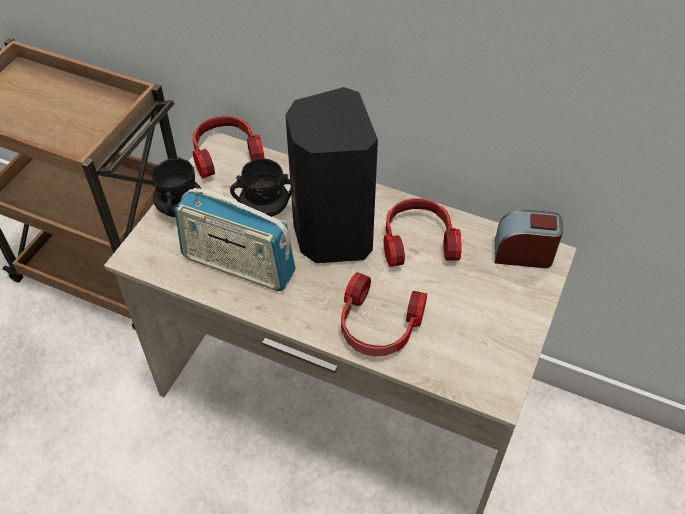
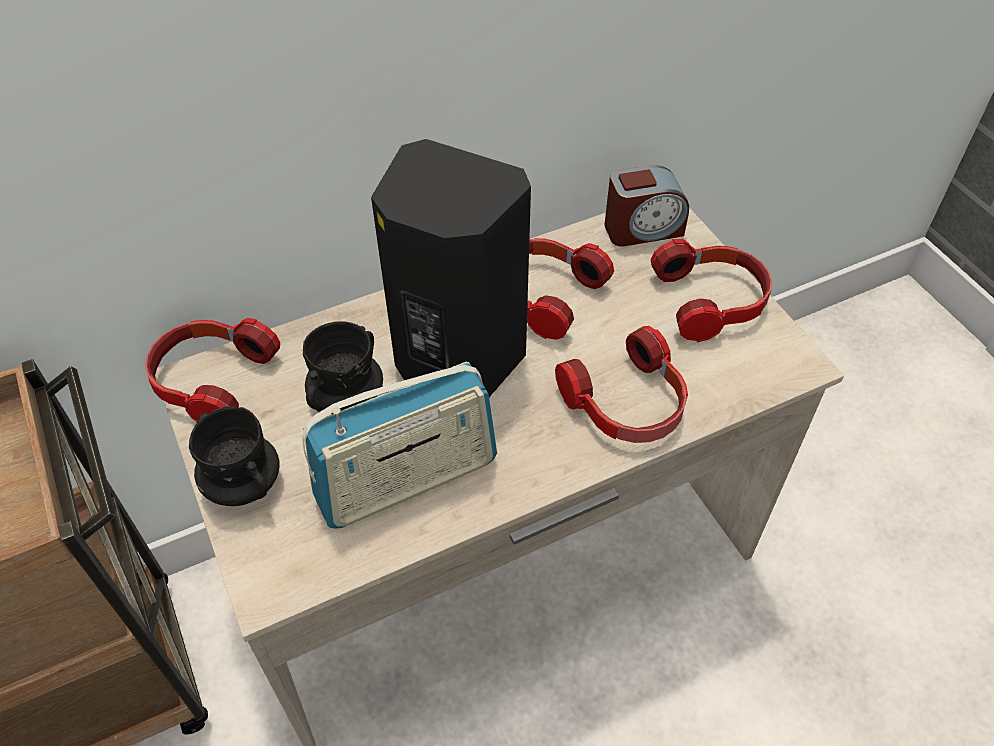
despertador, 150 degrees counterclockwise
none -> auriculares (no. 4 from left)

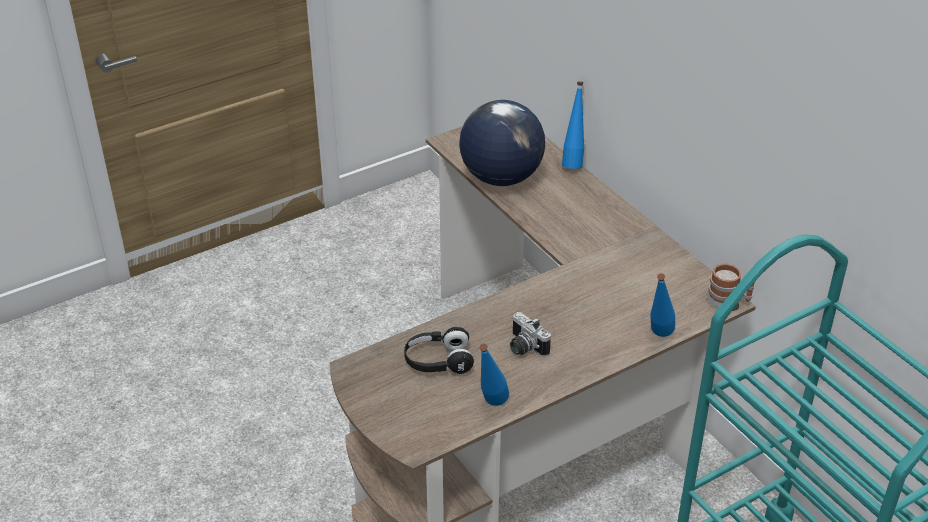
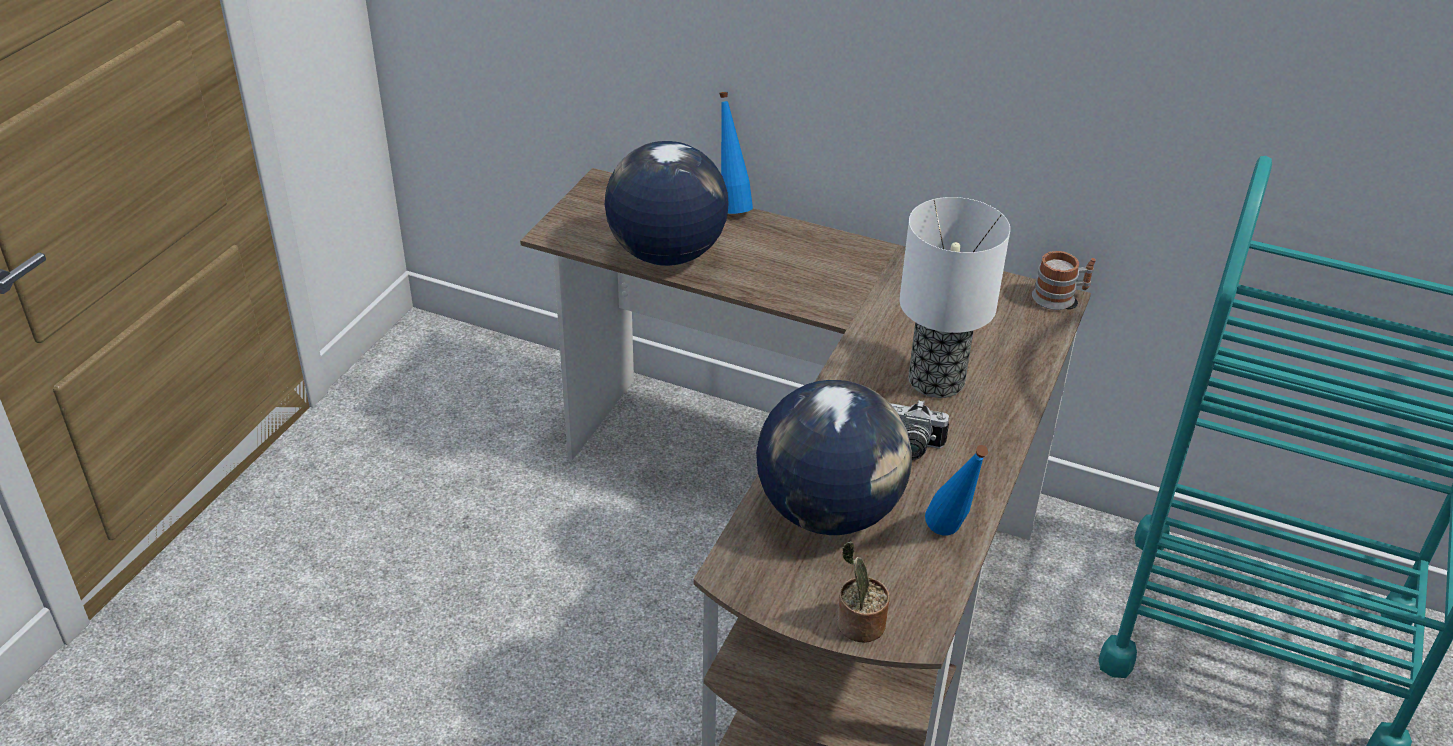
auriculares/negro -> globo terráqueo (no. 2 from left)
none -> planta en maceta
none -> lámpara de mesa
botella/azul (no. 3 from left) -> none

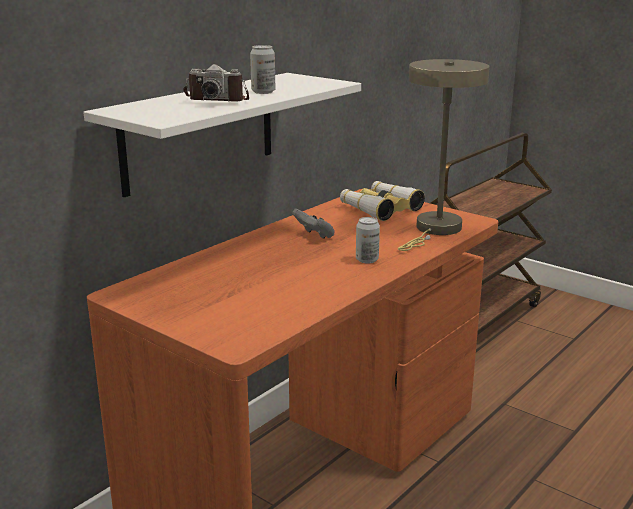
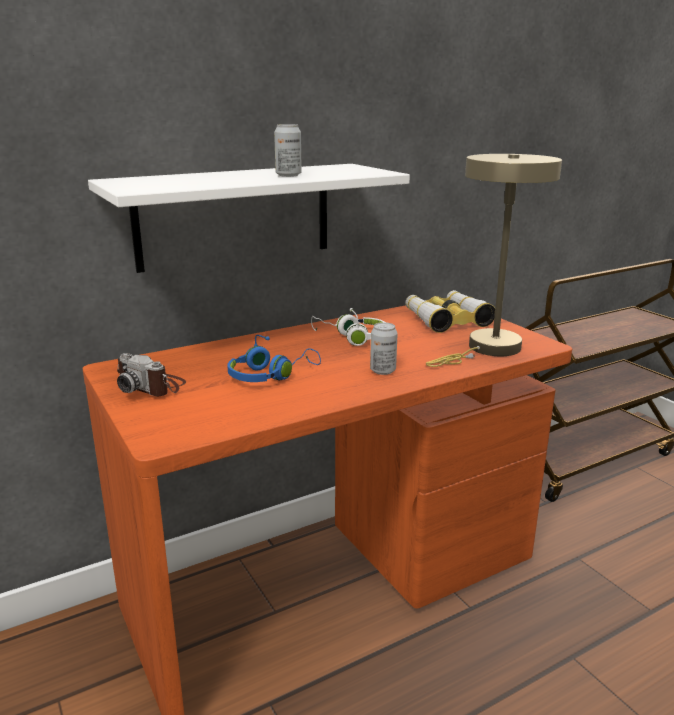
cámara, shifted
none -> auriculares/azul
mando de consola/gris -> auriculares/blanco

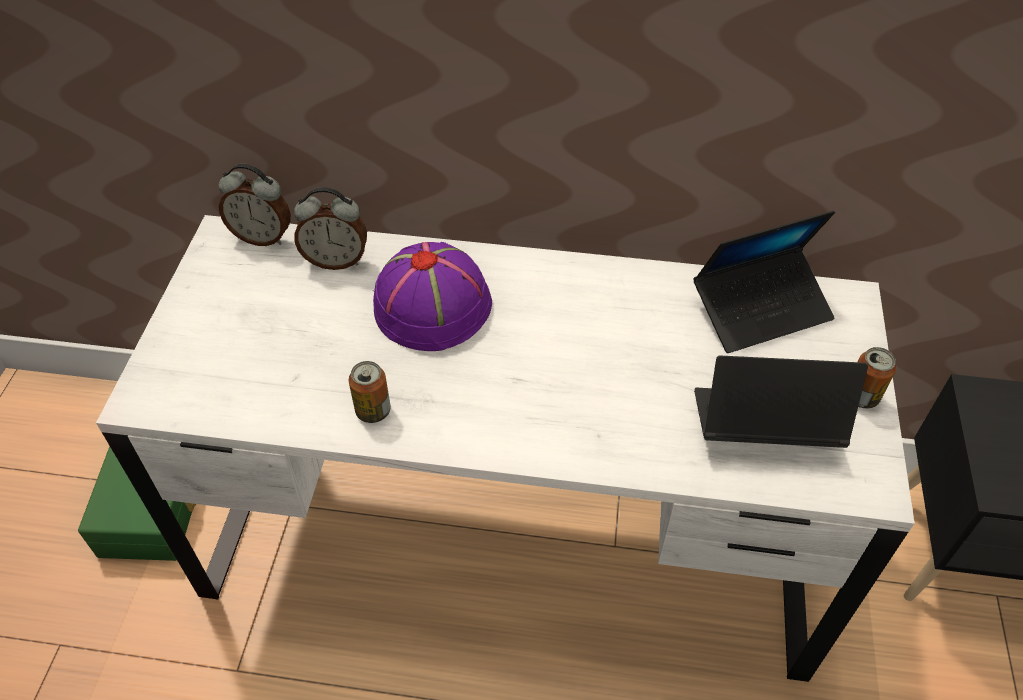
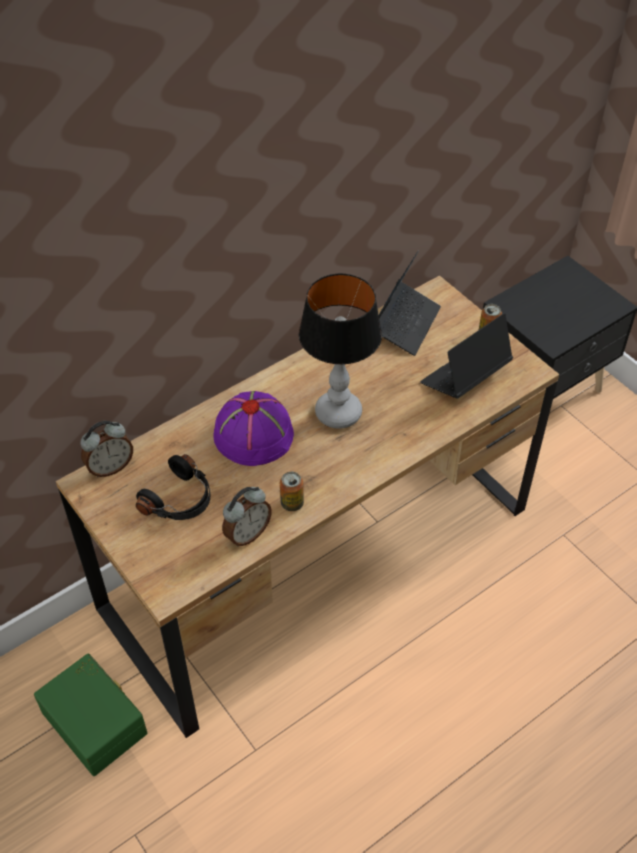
escritorio/blanco -> escritorio/marrón
none -> auriculares/negro
despertador (no. 2 from left), shifted
none -> lámpara de mesa

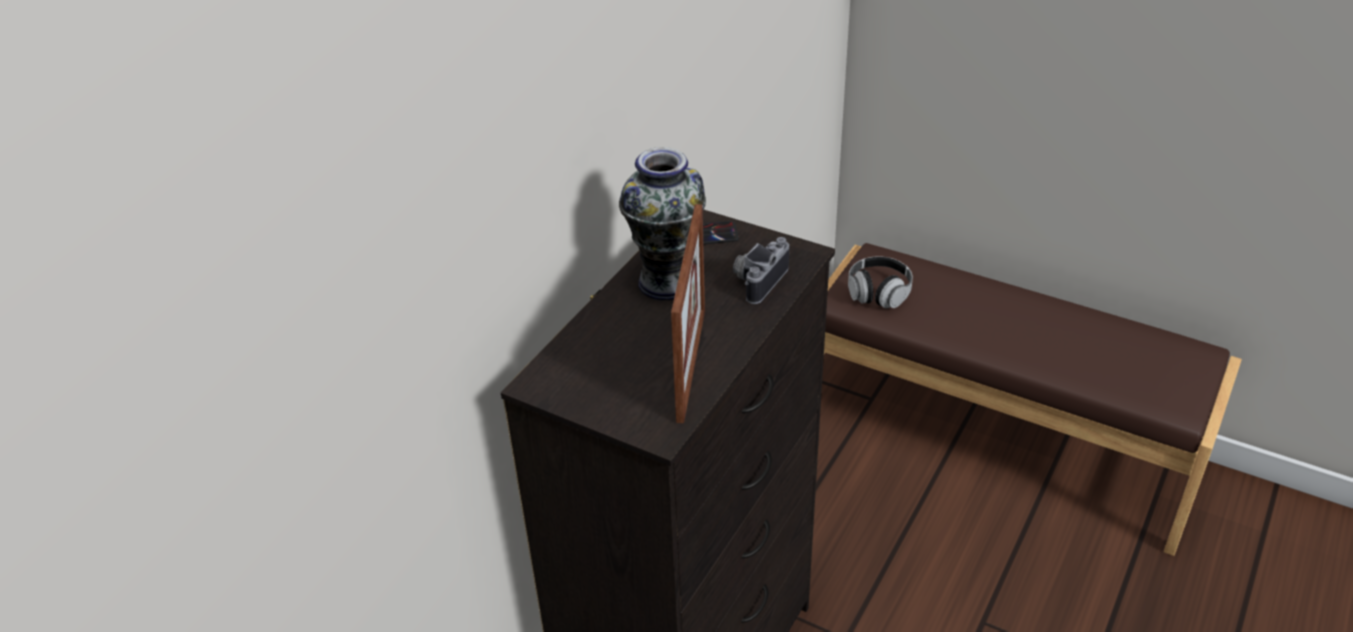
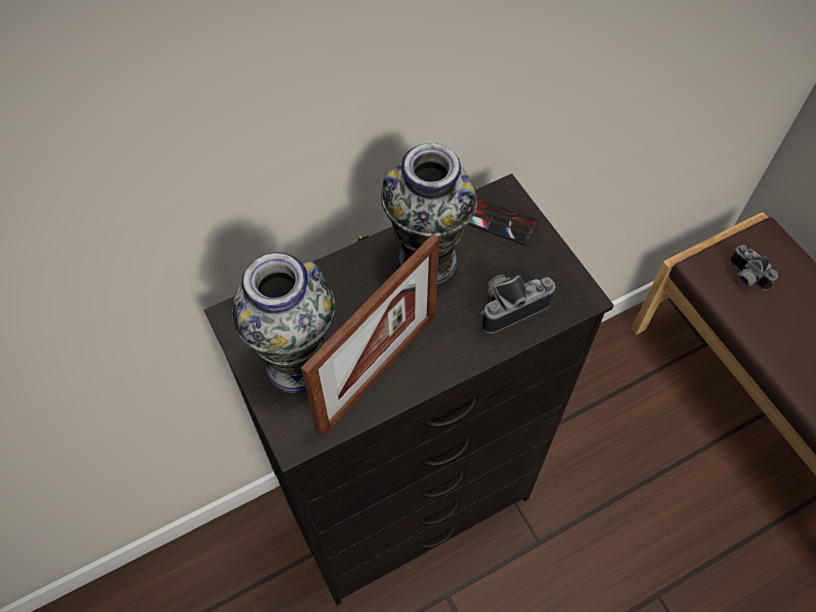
none -> florero (no. 1 from left)
auriculares -> cámara (no. 2 from left)

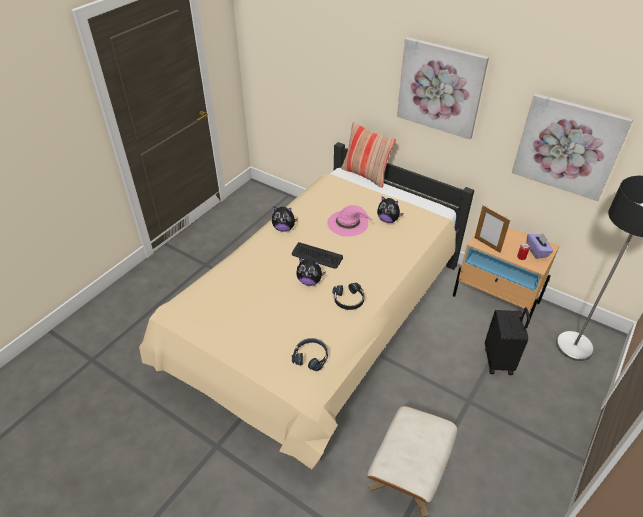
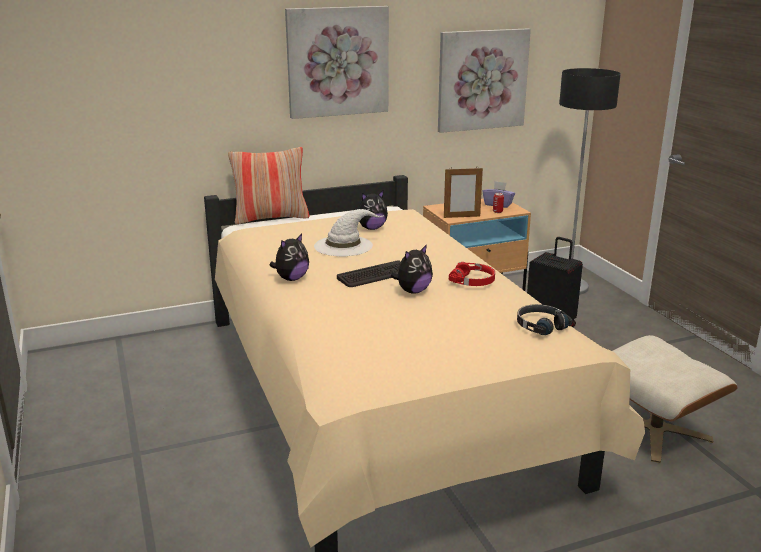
sombrero/rosa -> sombrero/blanco
auriculares/negro (no. 2 from left) -> auriculares/rojo

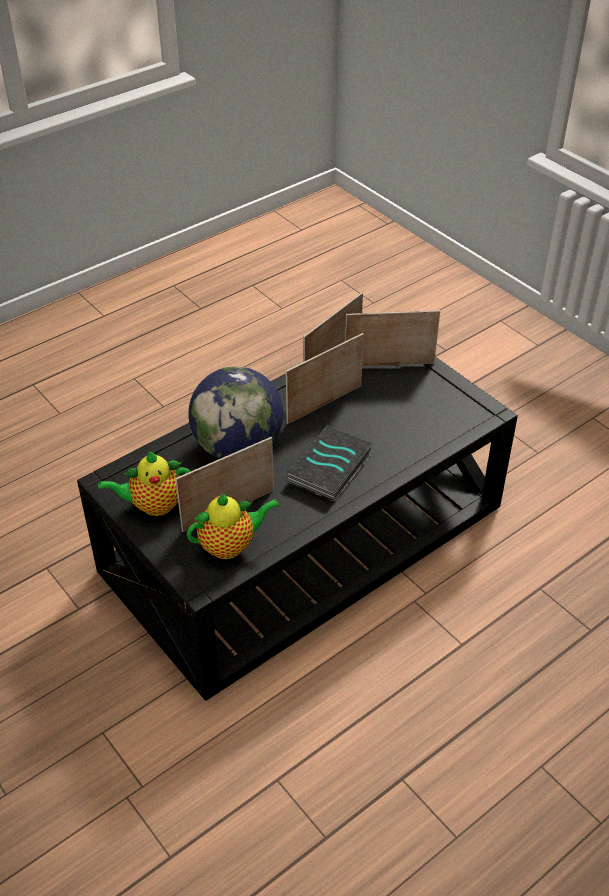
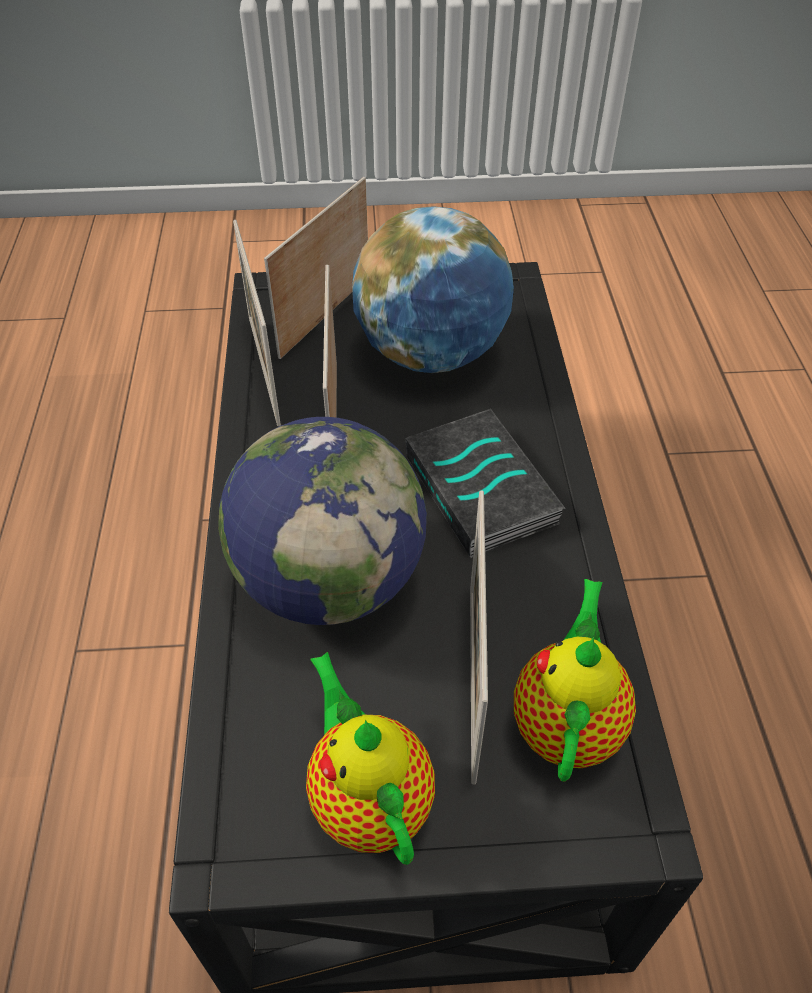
tetera (no. 1 from left), 135 degrees clockwise
none -> globo terráqueo (no. 2 from left)

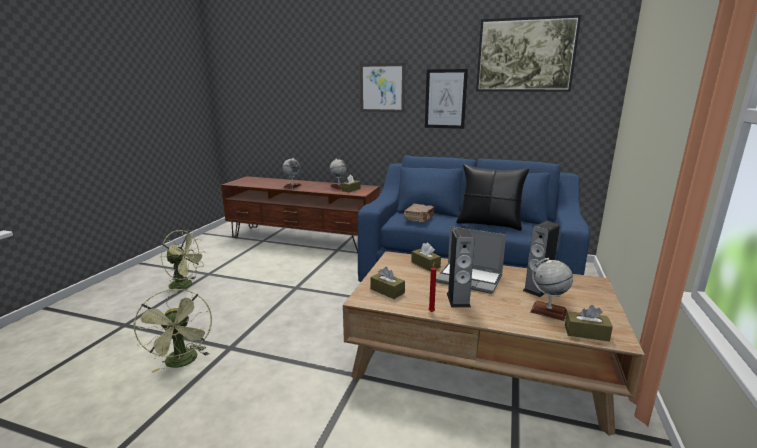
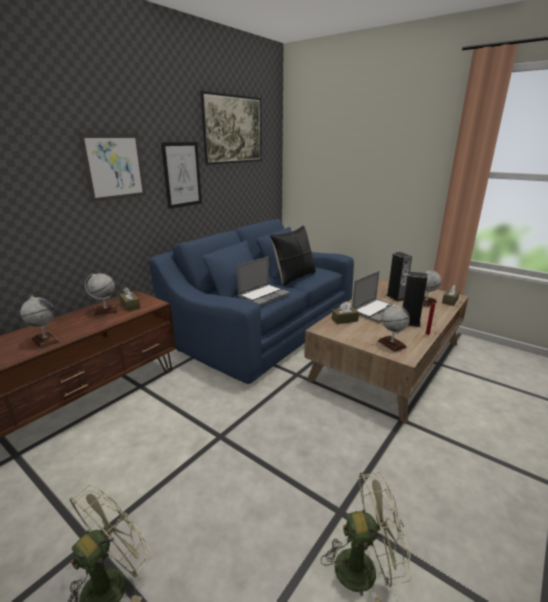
libro/marrón -> portátil (no. 1 from left)
caja de pañuelos/marrón (no. 2 from left) -> globo terráqueo (no. 3 from left)

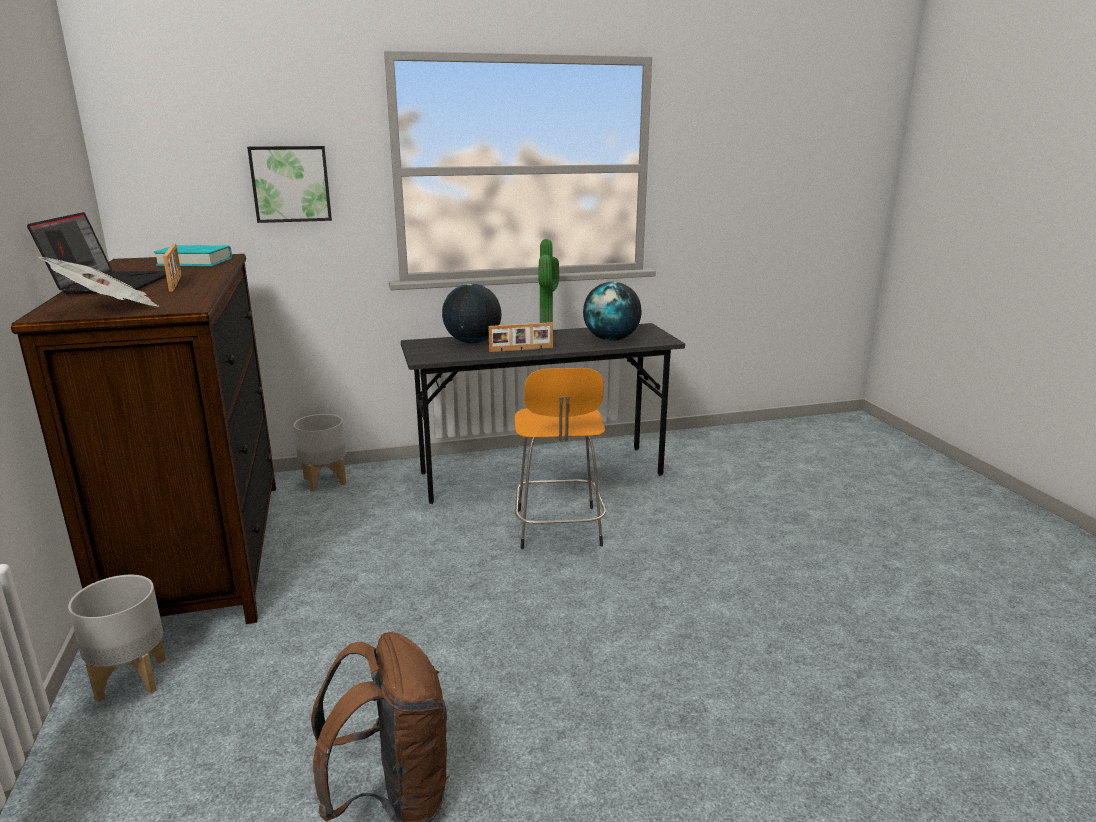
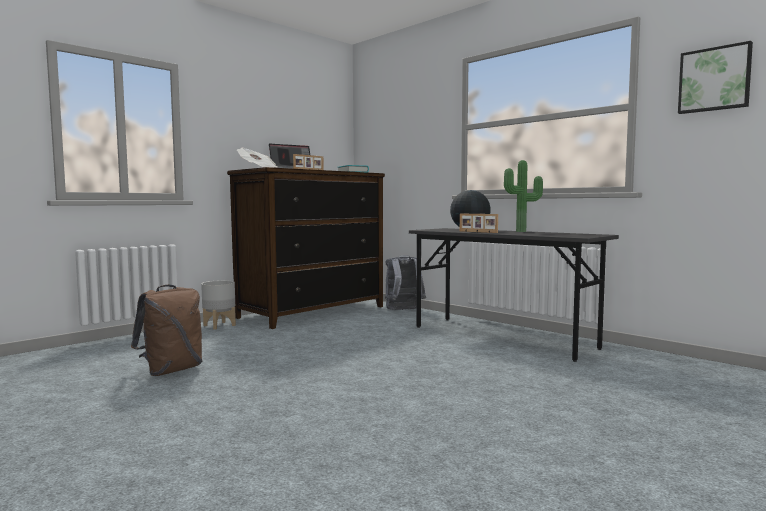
maceta/gris (no. 2 from left) -> mochila/gris
cuadro, shifted
taburete/naranja -> none
globo terráqueo (no. 2 from left) -> none

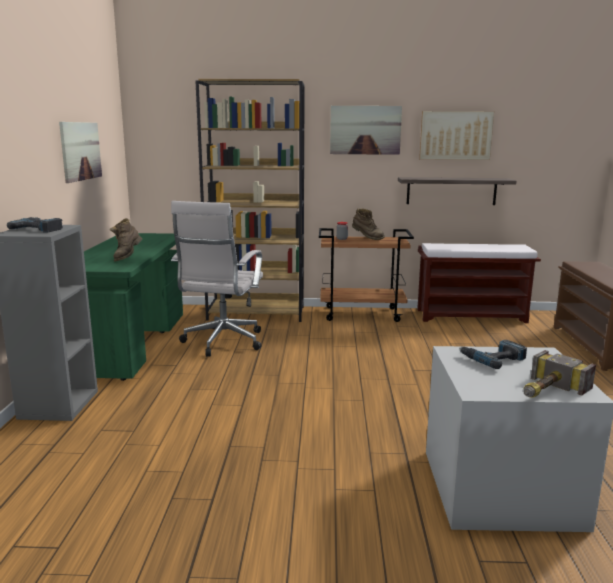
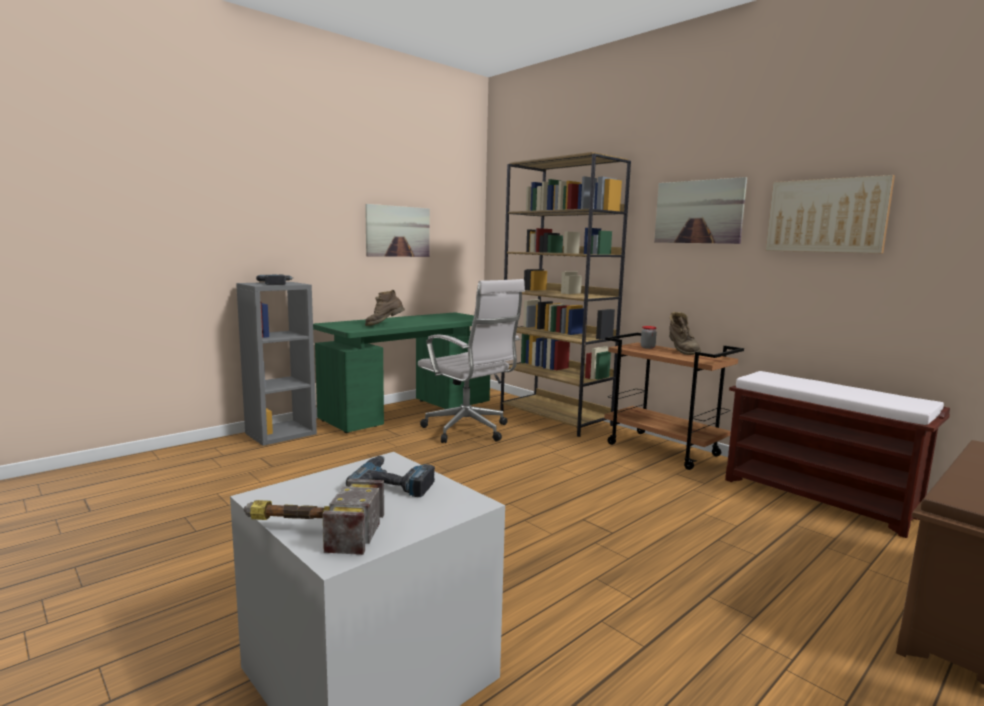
silla de oficina/blanco, 105 degrees counterclockwise
estante -> none

